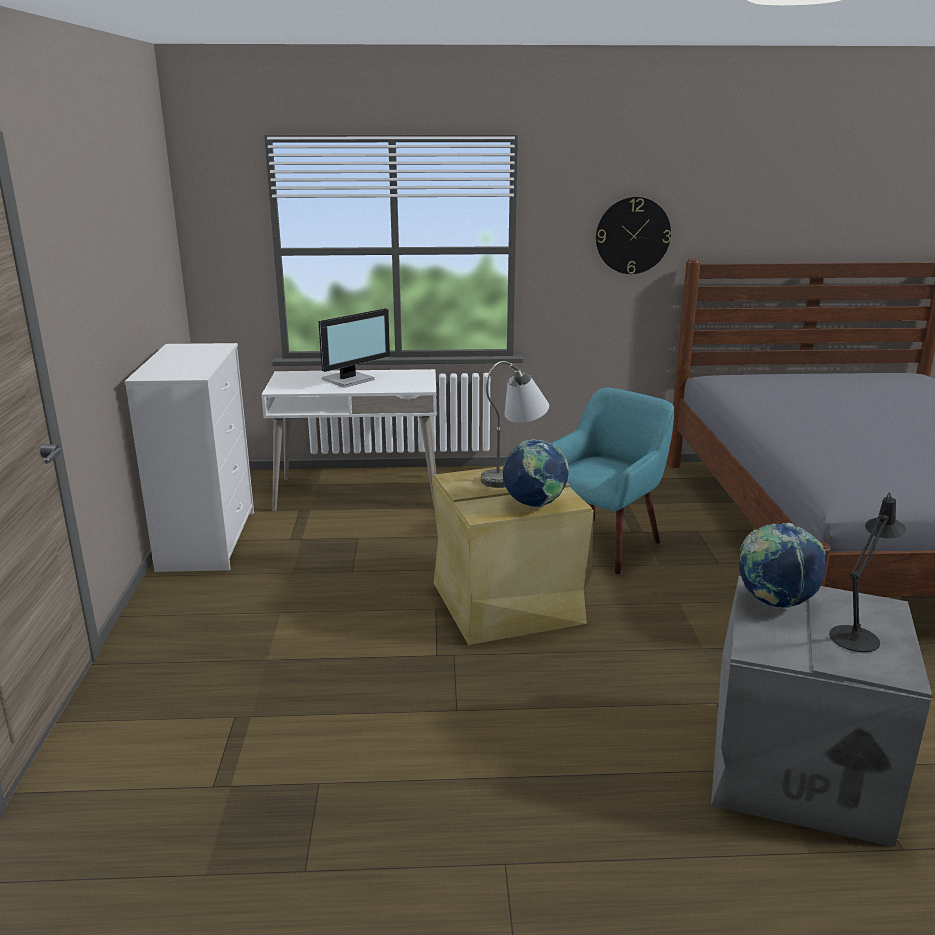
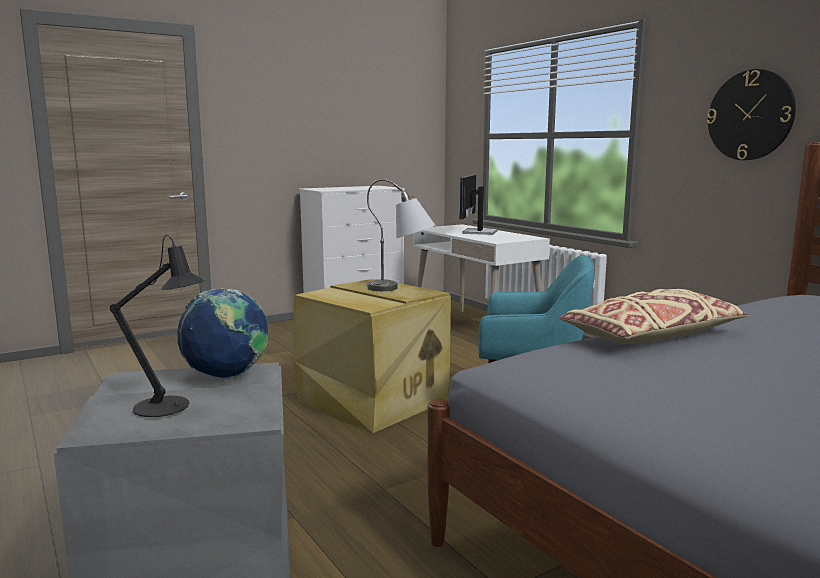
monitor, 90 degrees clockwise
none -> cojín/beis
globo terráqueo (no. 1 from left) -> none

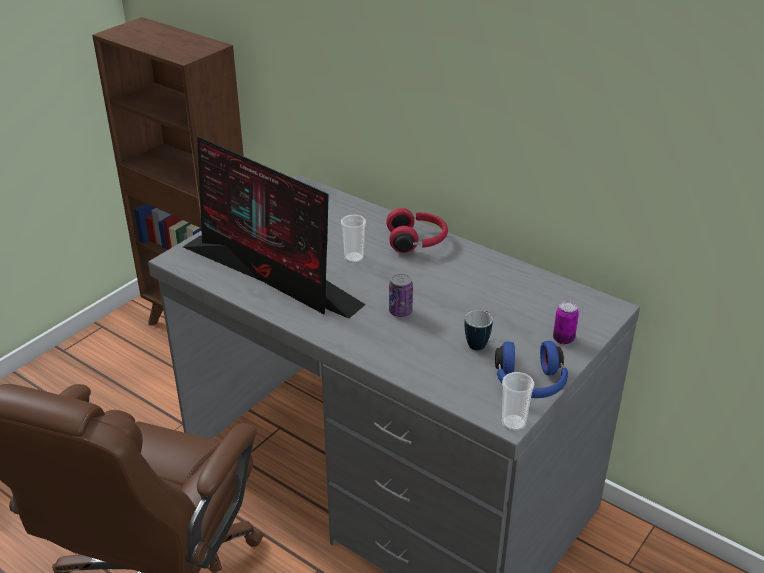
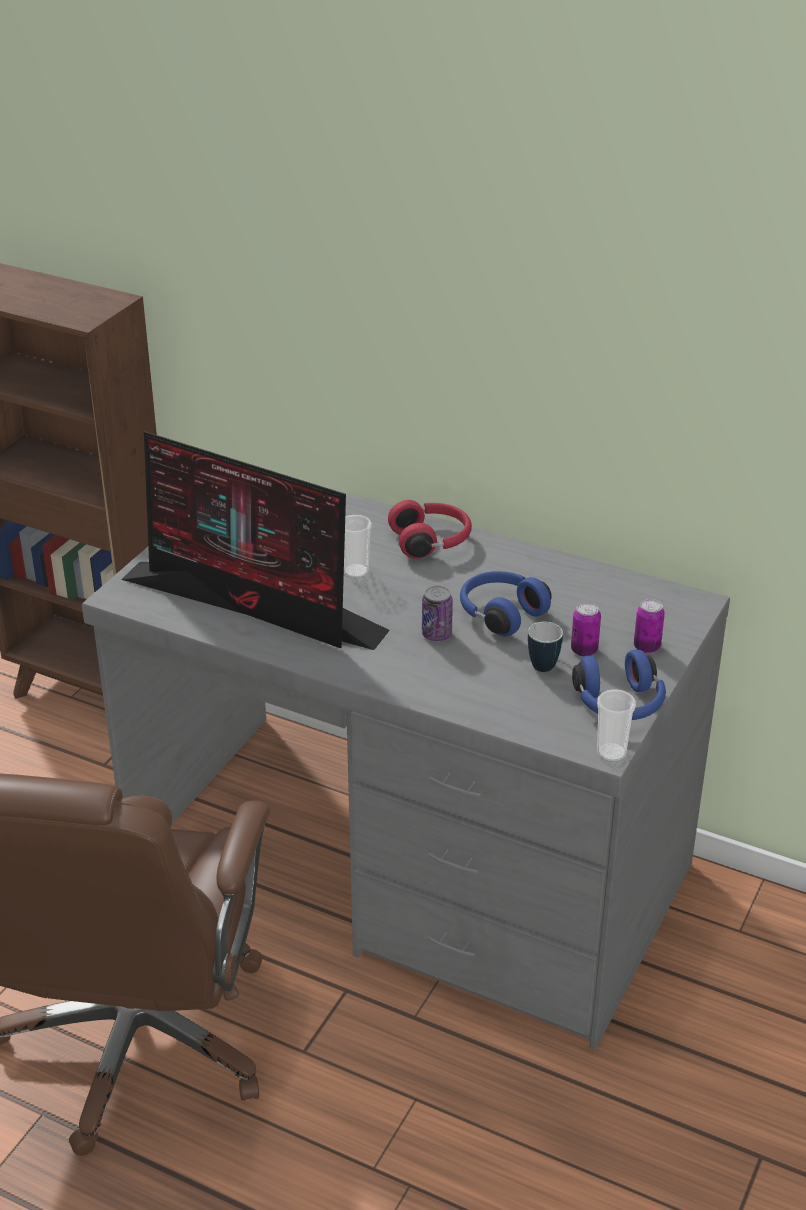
none -> auriculares/azul (no. 1 from left)
none -> lata (no. 2 from left)

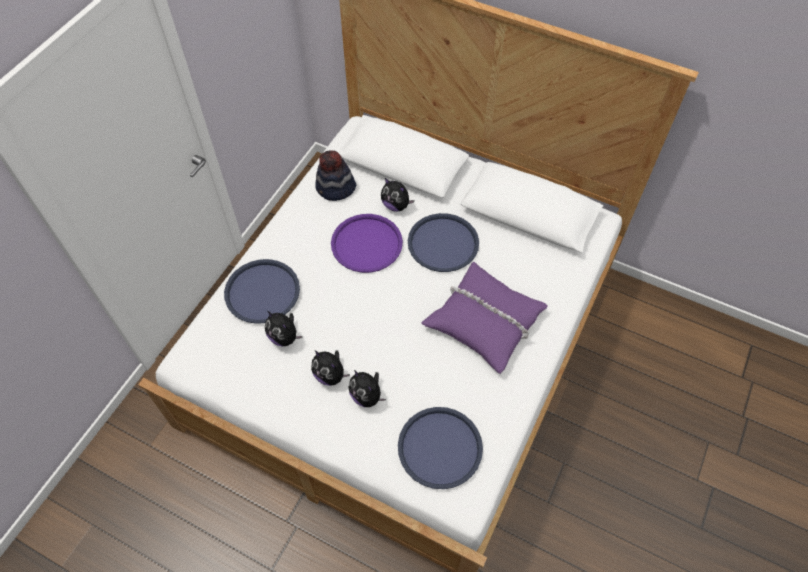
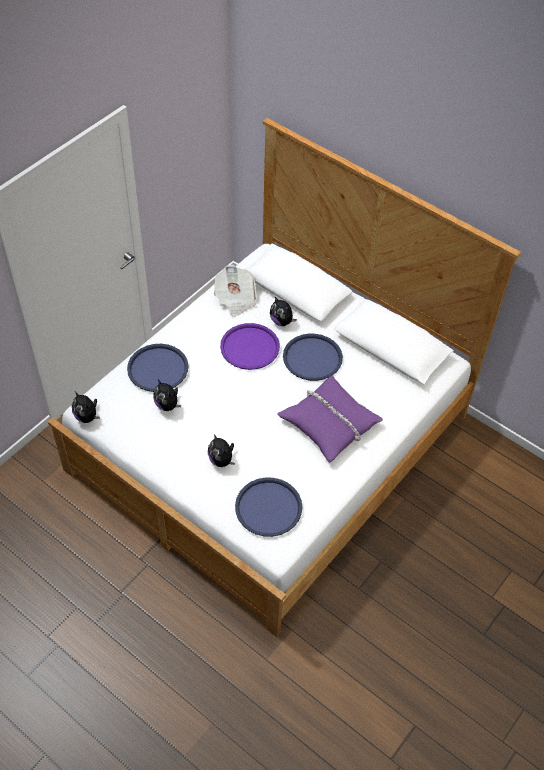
peluche (no. 2 from left in the first image) -> peluche (no. 1 from left), shifted
sombrero -> periódico

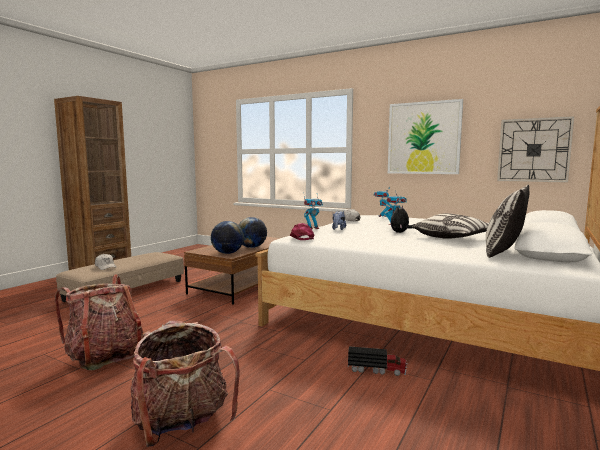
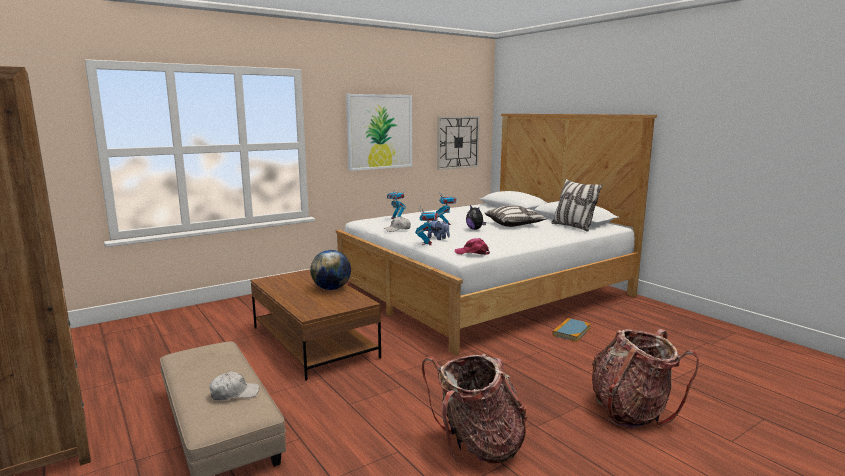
camión de juguete -> libro
globo terráqueo (no. 1 from left) -> none

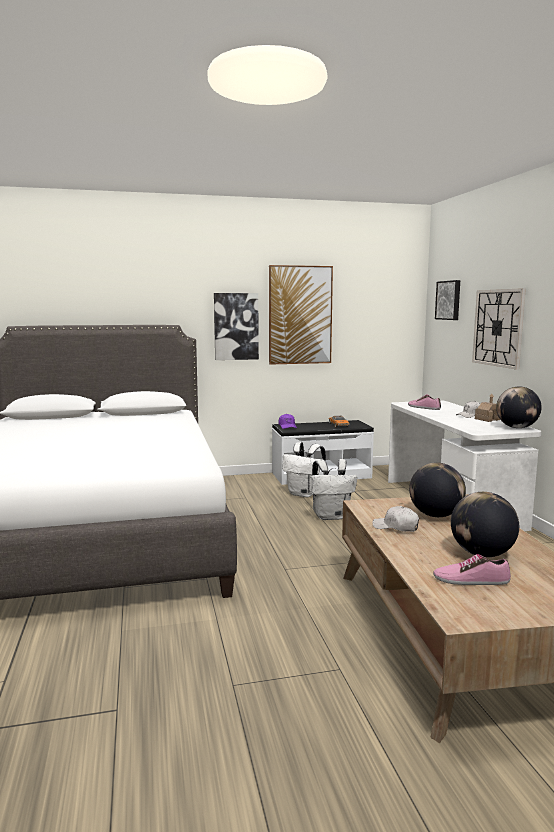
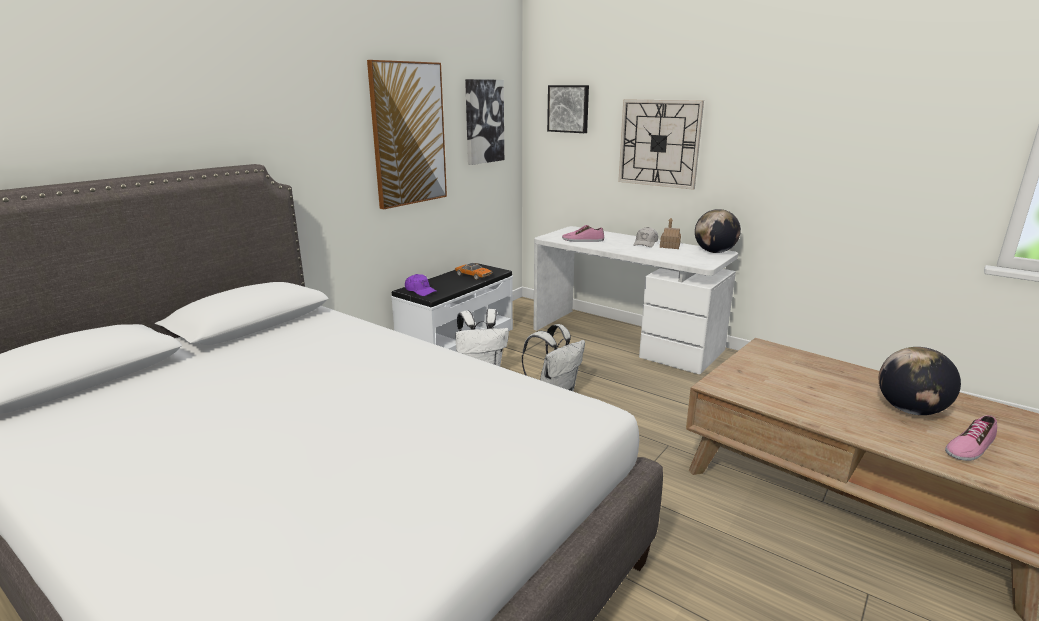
cuadro (no. 1 from left in the first image) -> cuadro (no. 2 from left), shifted
gorra/blanco (no. 1 from left) -> none
globo terráqueo (no. 1 from left) -> none

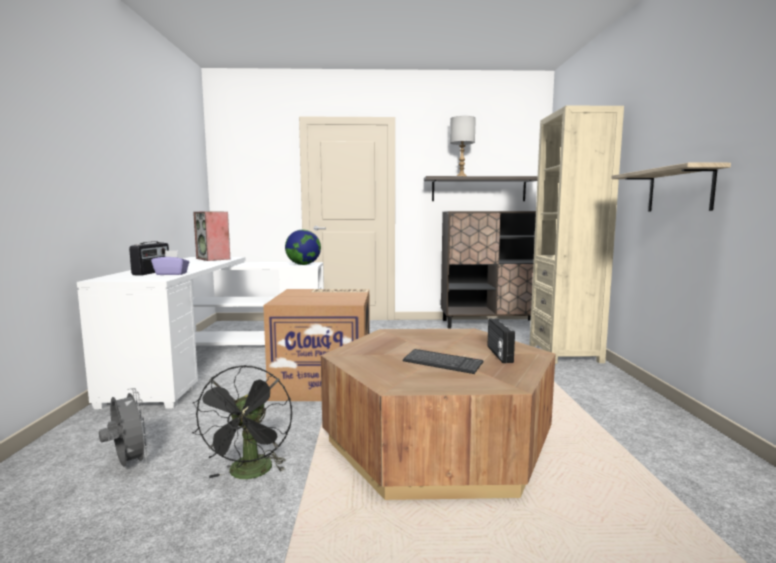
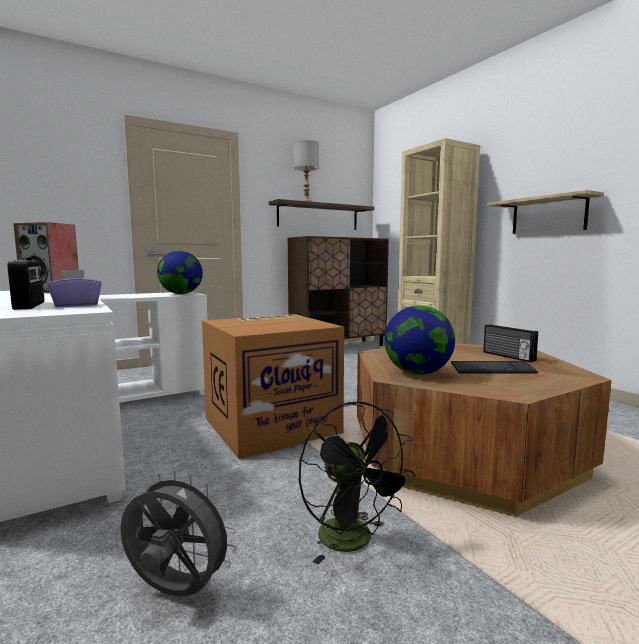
none -> globo terráqueo (no. 2 from left)

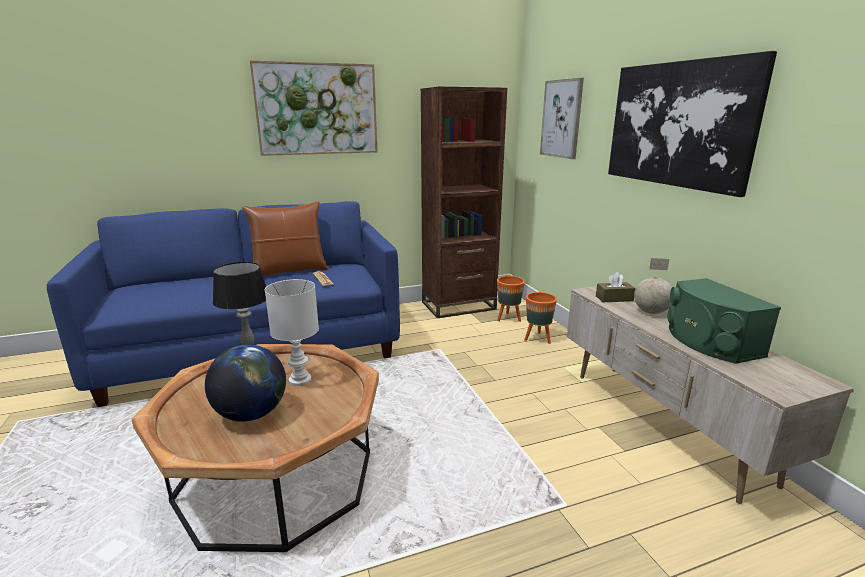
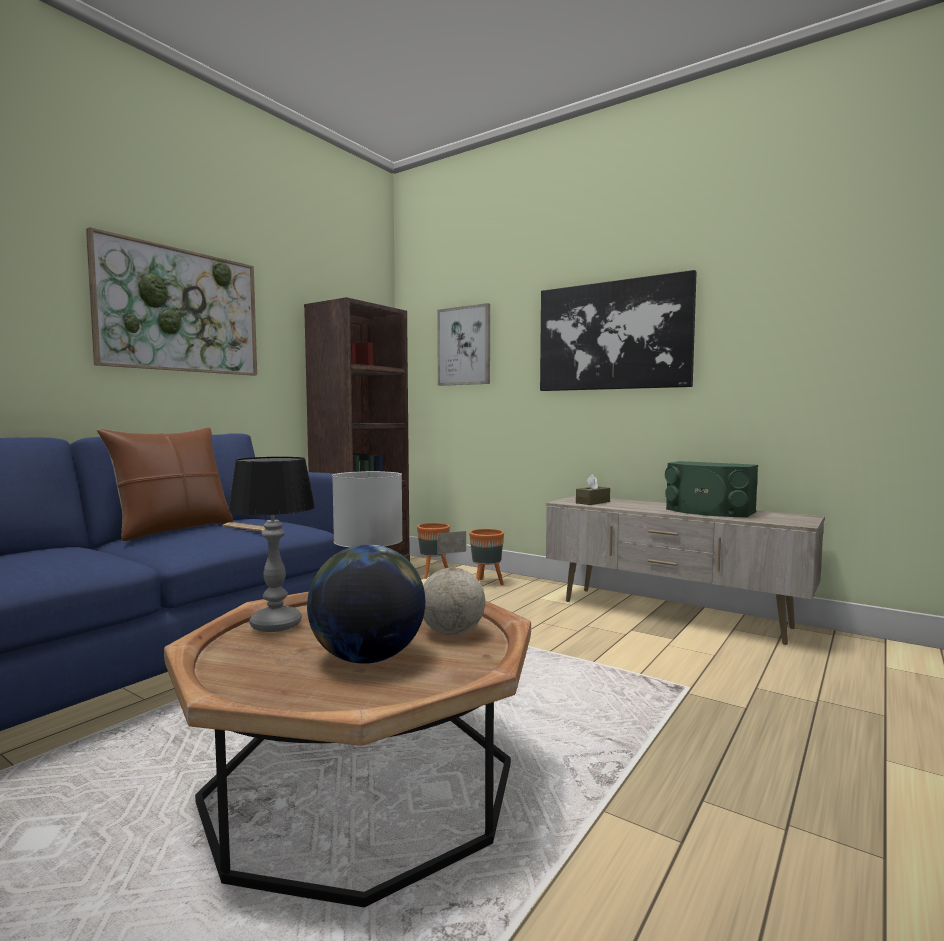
globo terráqueo (no. 2 from left), shifted

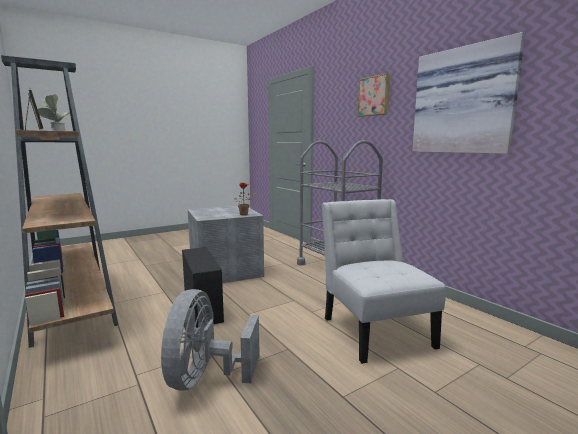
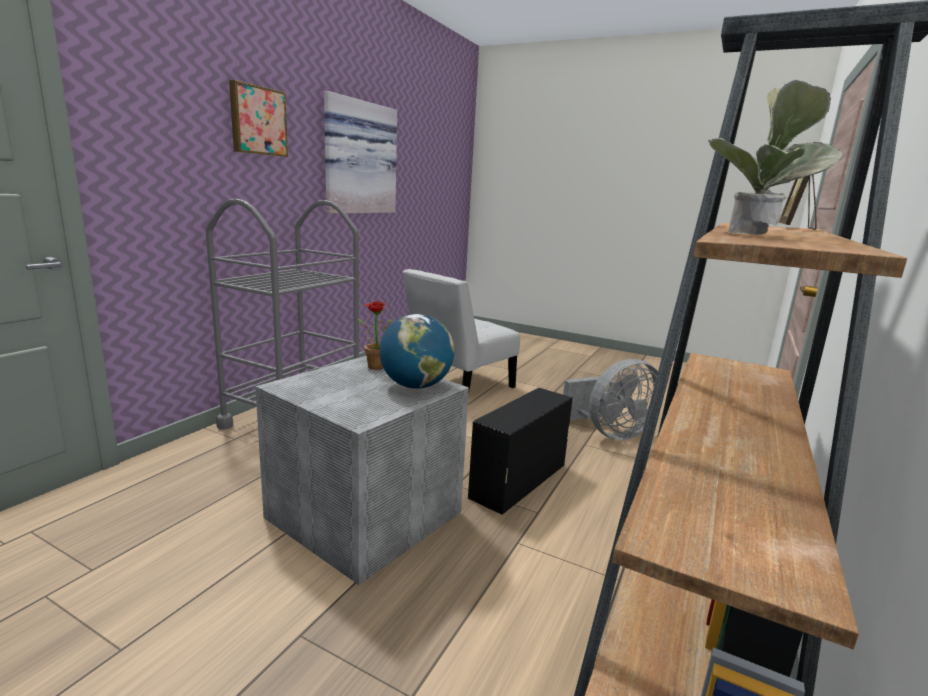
none -> globo terráqueo

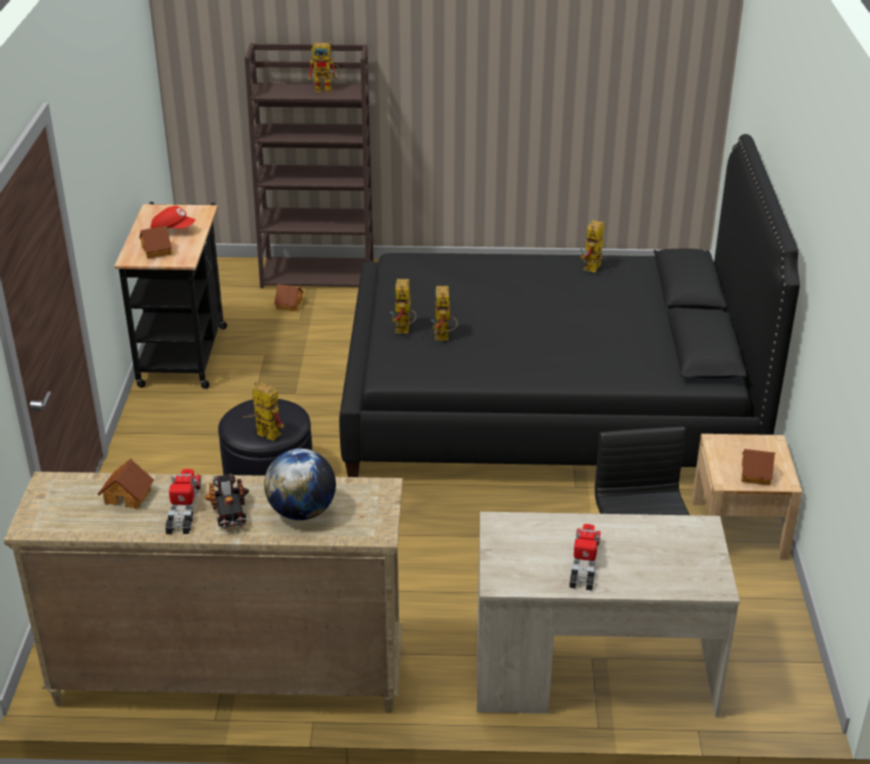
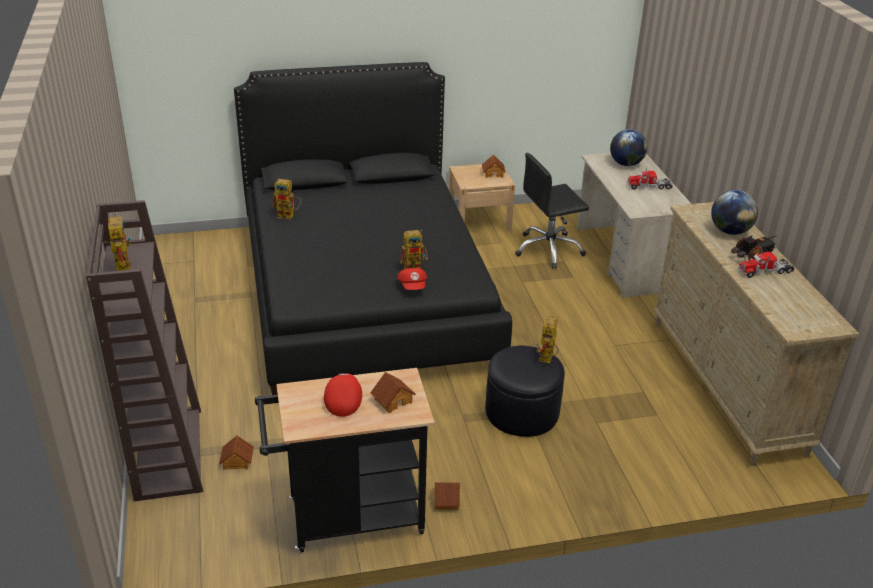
robot de juguete (no. 3 from left) -> gorra/rojo (no. 2 from left)
casita (no. 1 from left in the first image) -> casita (no. 3 from left), shifted
none -> globo terráqueo (no. 1 from left)

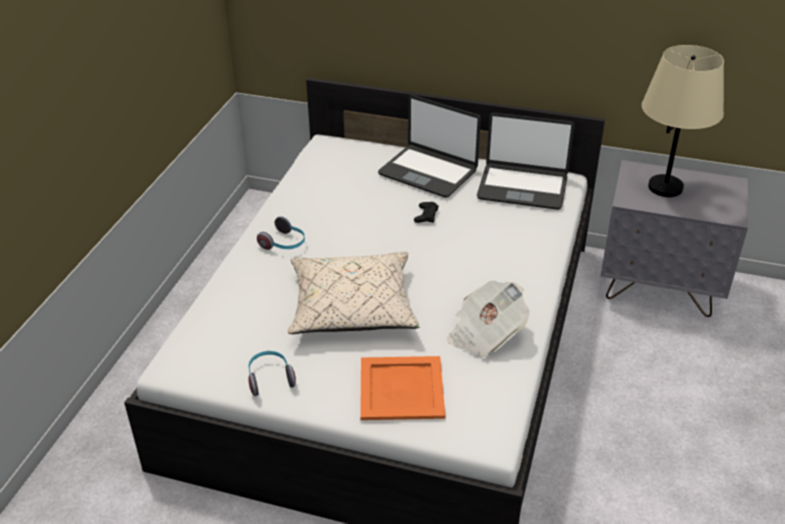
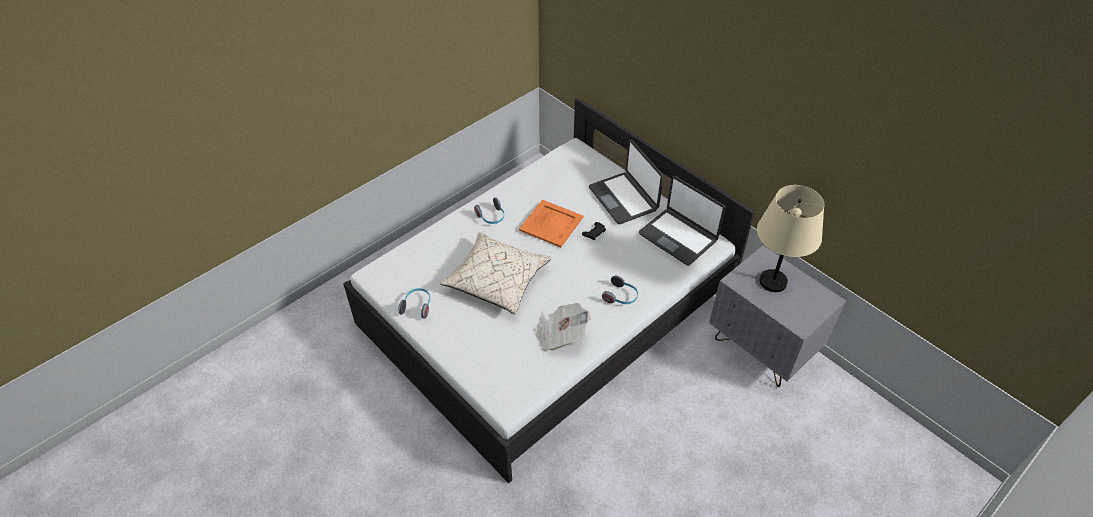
bandeja/naranja, shifted
none -> auriculares (no. 3 from left)

